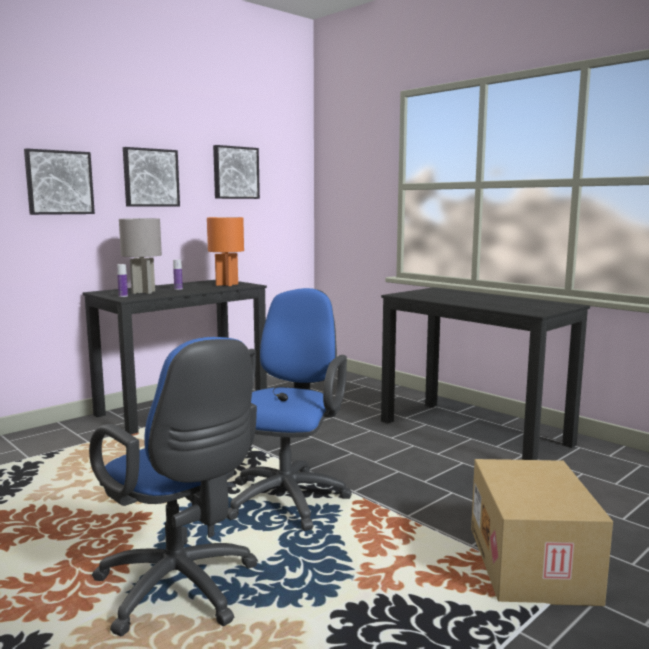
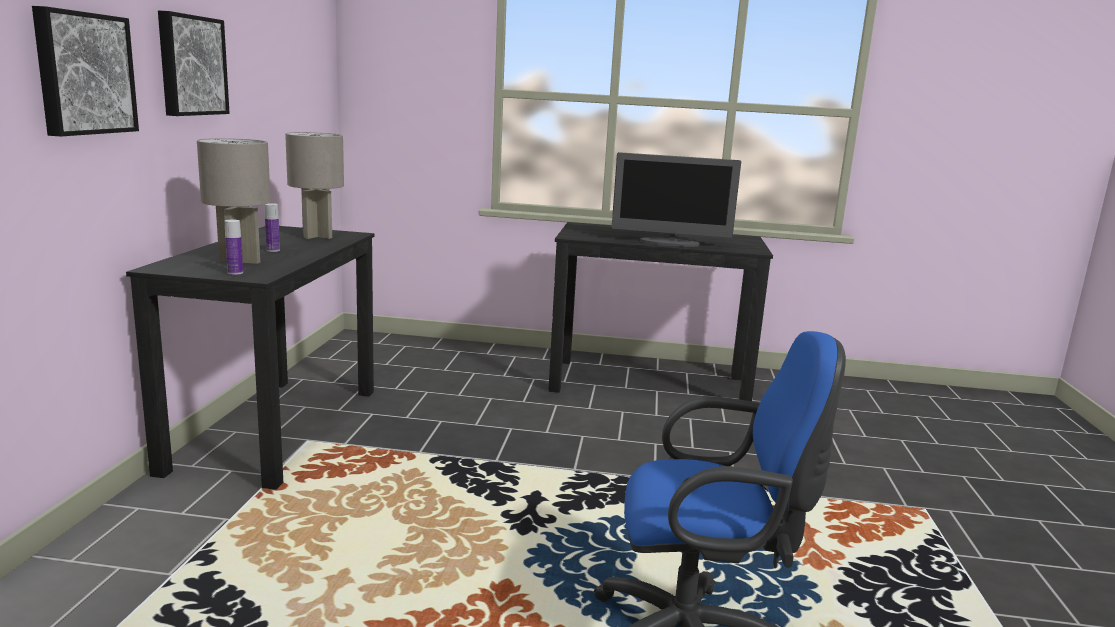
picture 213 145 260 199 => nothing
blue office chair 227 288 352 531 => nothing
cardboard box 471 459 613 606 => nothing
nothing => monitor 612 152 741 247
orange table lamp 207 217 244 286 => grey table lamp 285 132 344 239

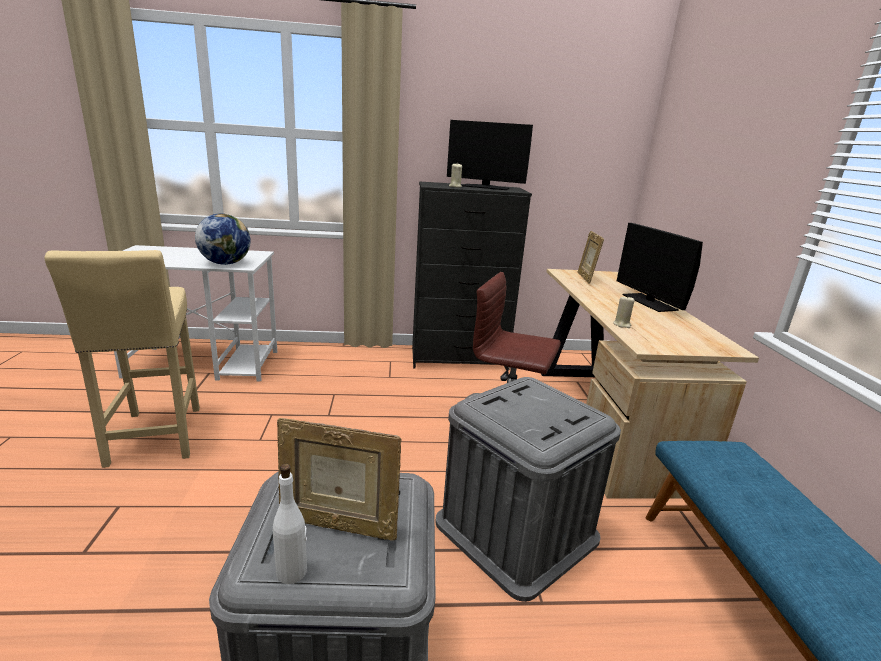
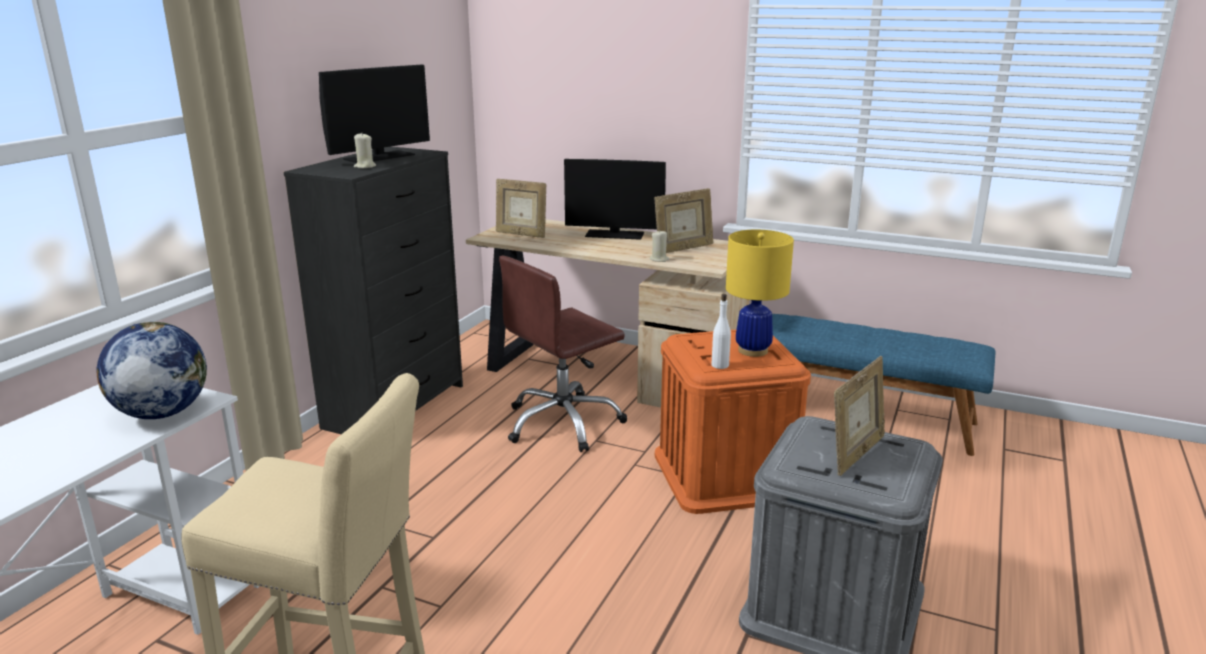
nothing => picture frame 654 188 713 253
nothing => yellow table lamp 726 230 794 357
white bottle 273 464 307 584 => white bottle 711 294 731 369, shifted
grey storage box 435 377 621 602 => orange storage box 655 330 811 514

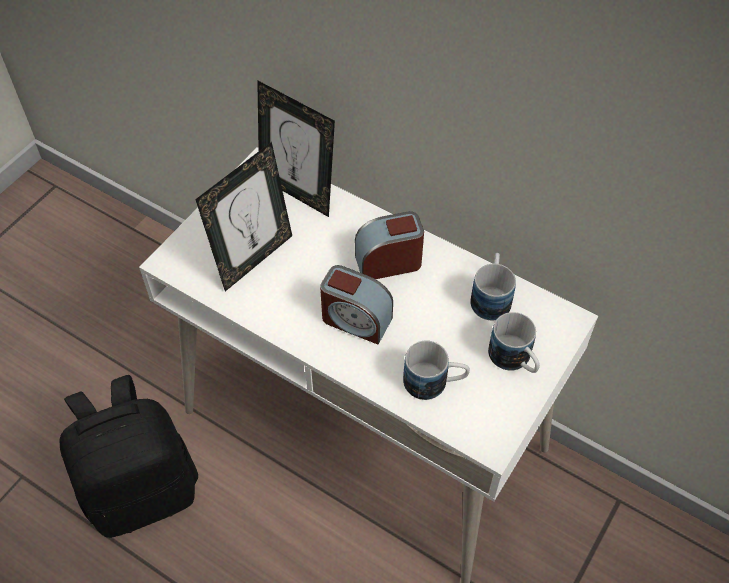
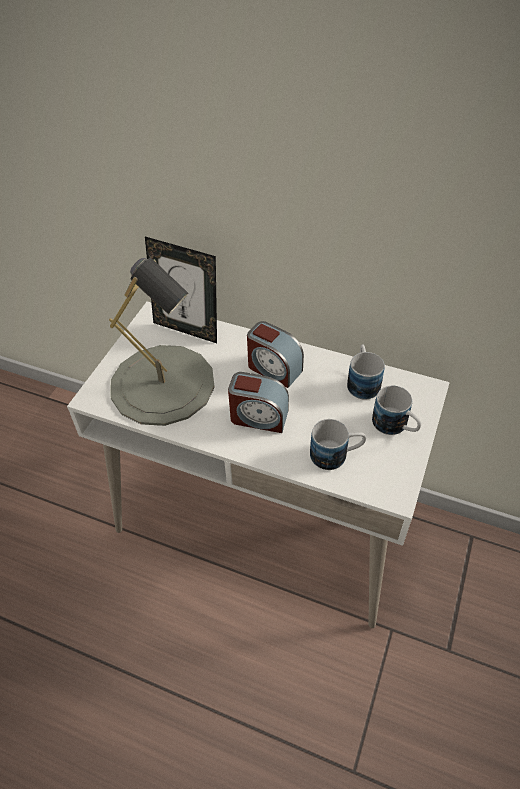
black backpack 60 375 198 538 => nothing
picture frame 195 142 292 291 => grey table lamp 109 258 215 426
alarm clock 355 211 424 279 => alarm clock 247 321 304 388, 120 degrees counterclockwise

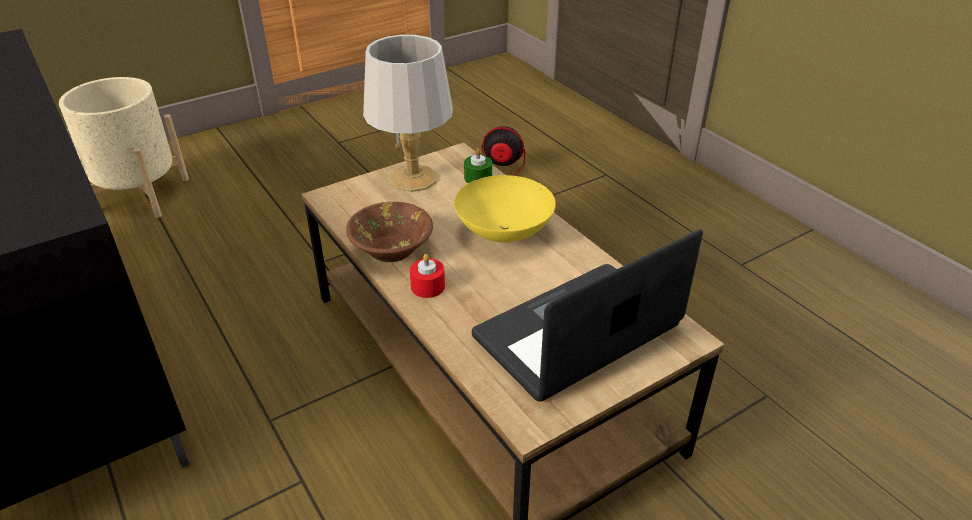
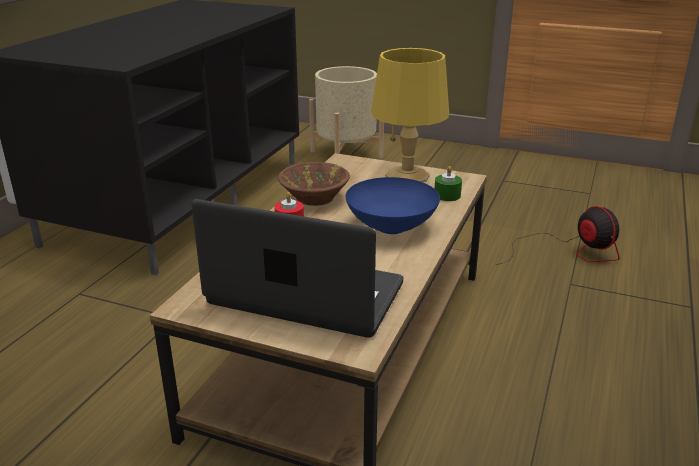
grey table lamp 363 35 453 192 => yellow table lamp 371 48 449 182
yellow bowl 454 175 556 243 => blue bowl 345 177 440 234

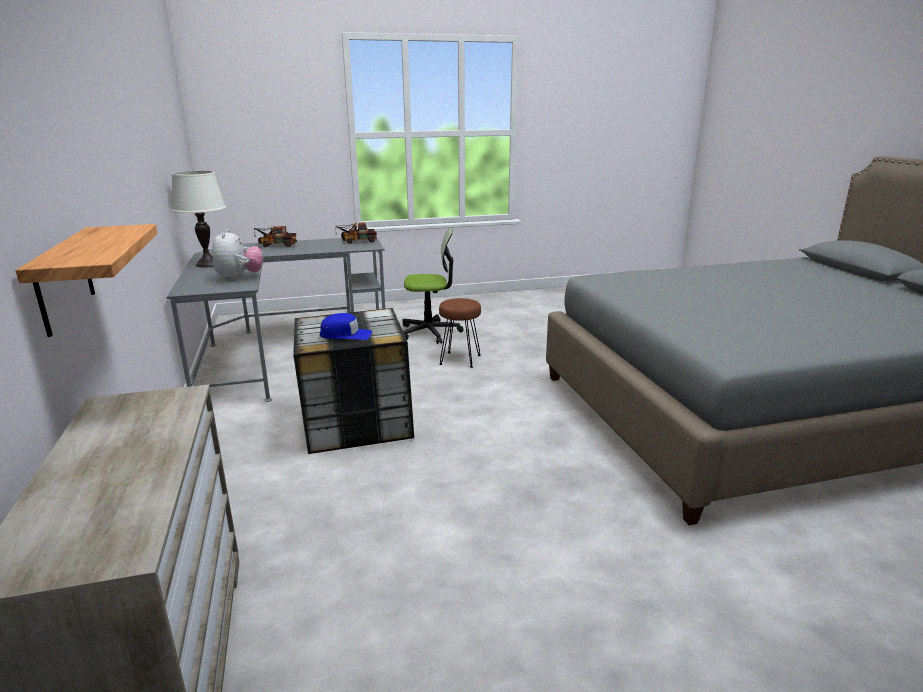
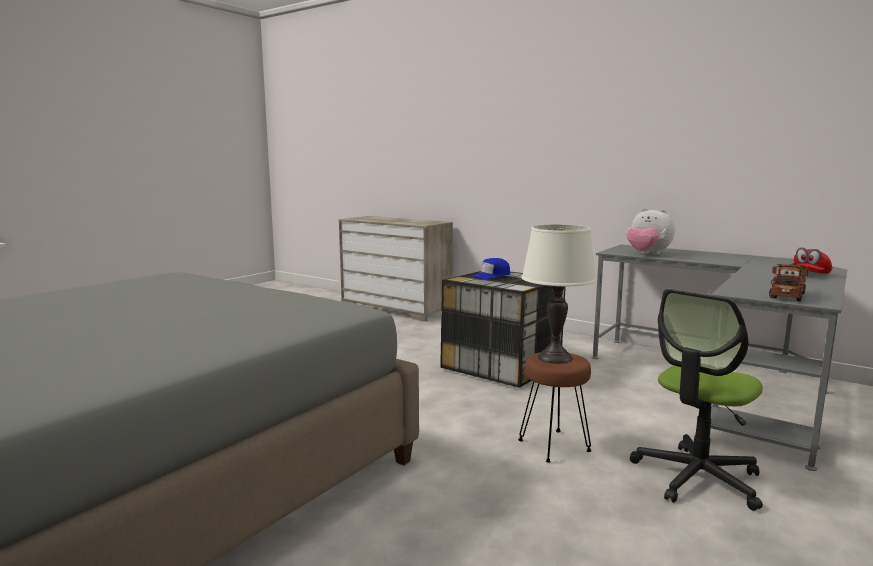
shelf 16 224 158 337 => nothing
white table lamp 172 171 226 267 => white table lamp 521 224 597 364, shifted
toy truck 254 226 297 247 => red cap 794 247 832 274

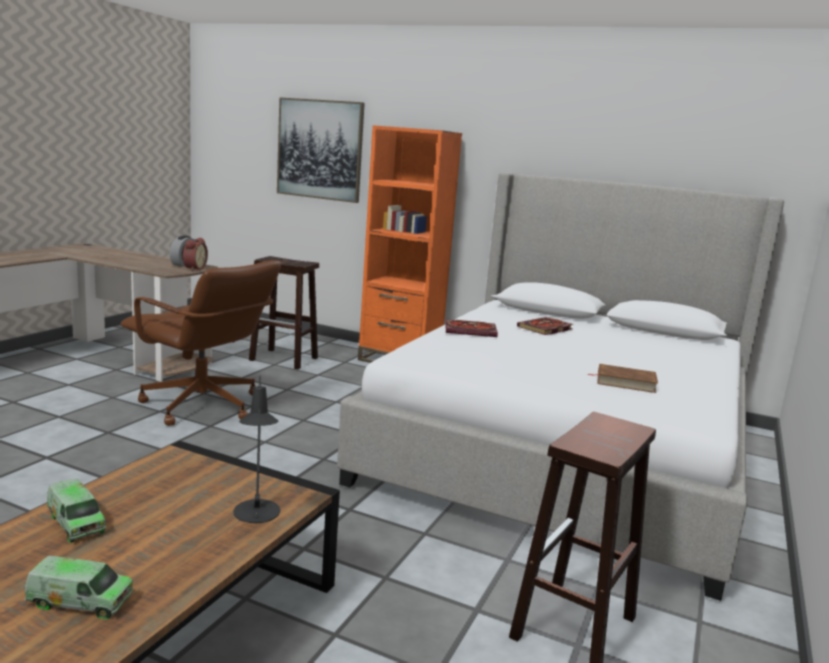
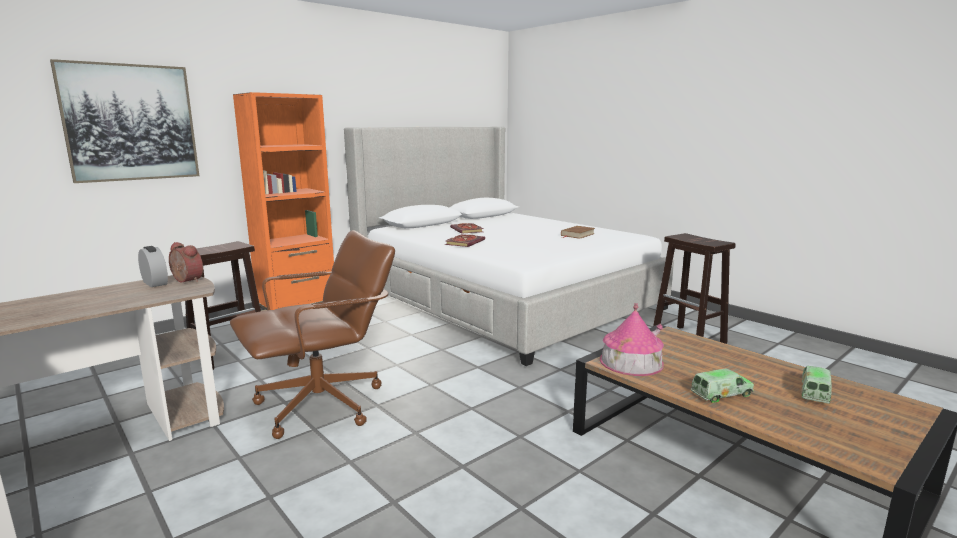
black table lamp 233 376 280 523 => nothing
nothing => toy house 600 303 664 376

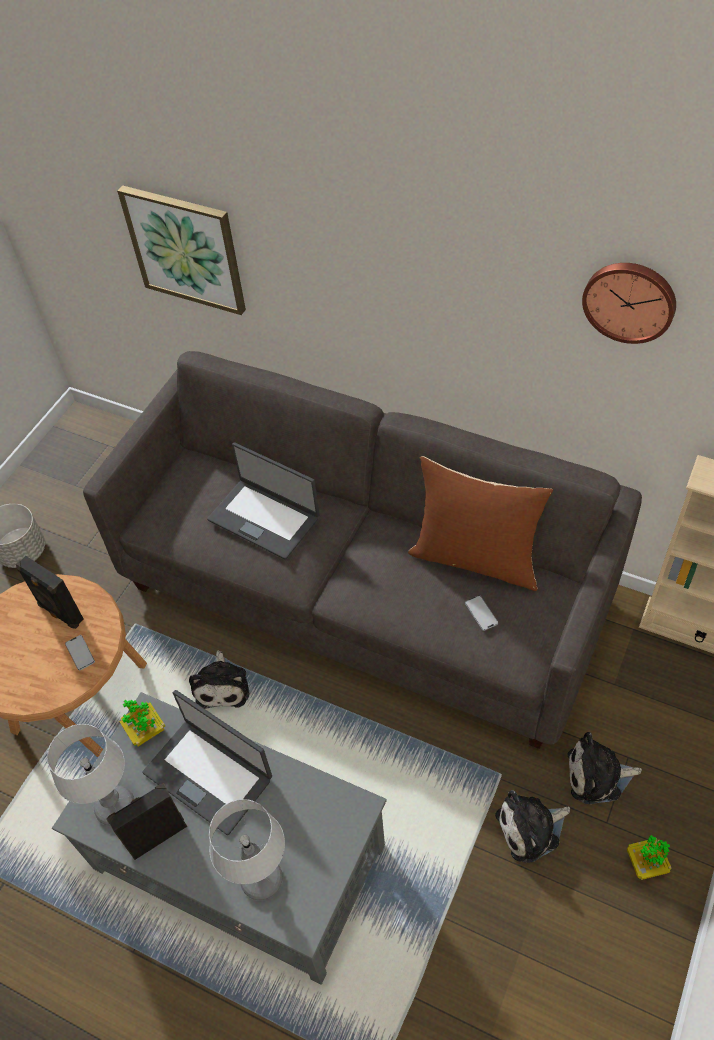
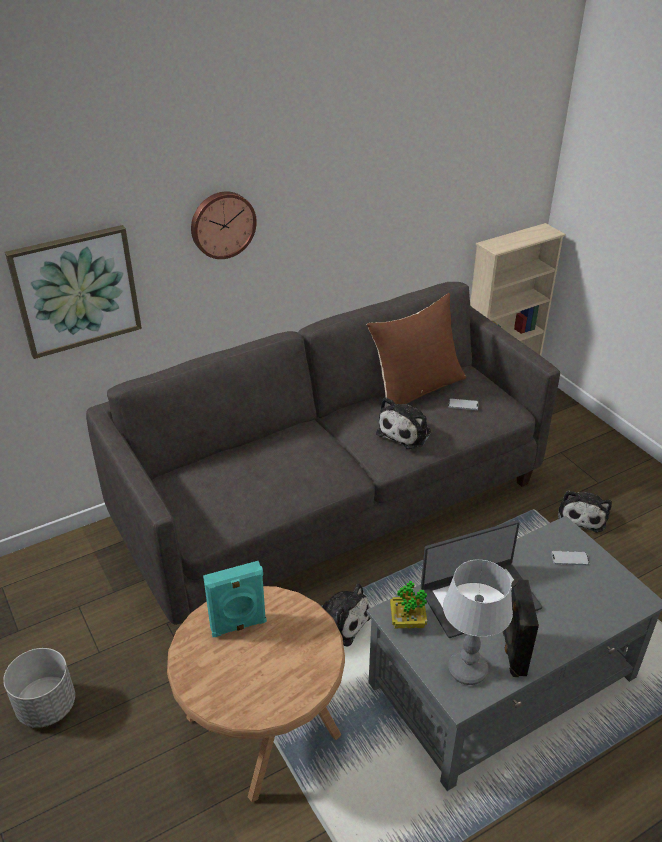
laptop 207 442 320 560 => nothing
table lamp 209 799 285 900 => nothing
potted plant 627 835 672 880 => nothing
phone 65 635 95 670 => phone 551 551 589 565, shifted
plush toy 567 732 642 804 => plush toy 376 397 431 449, shifted
wall clock 582 263 676 344 => wall clock 191 191 257 259, shifted
black speaker 16 556 84 629 => turquoise speaker 203 561 267 637

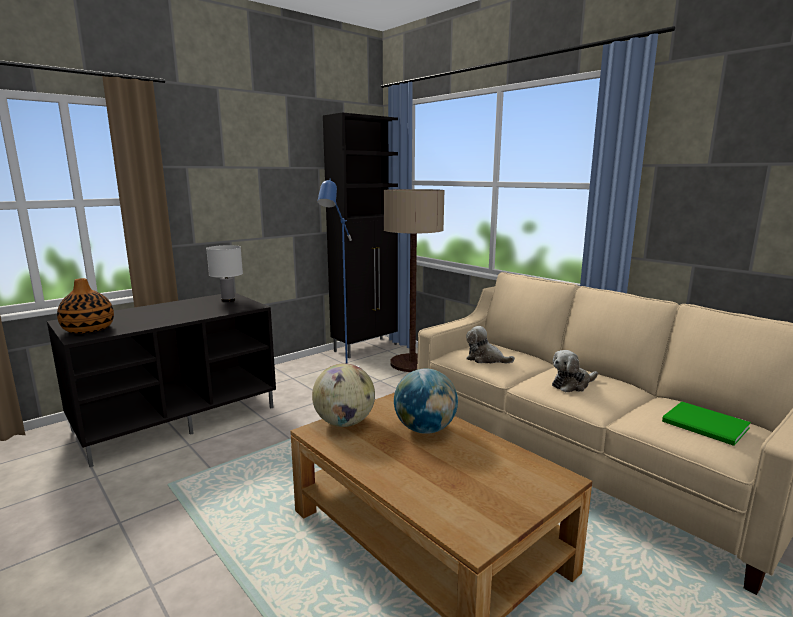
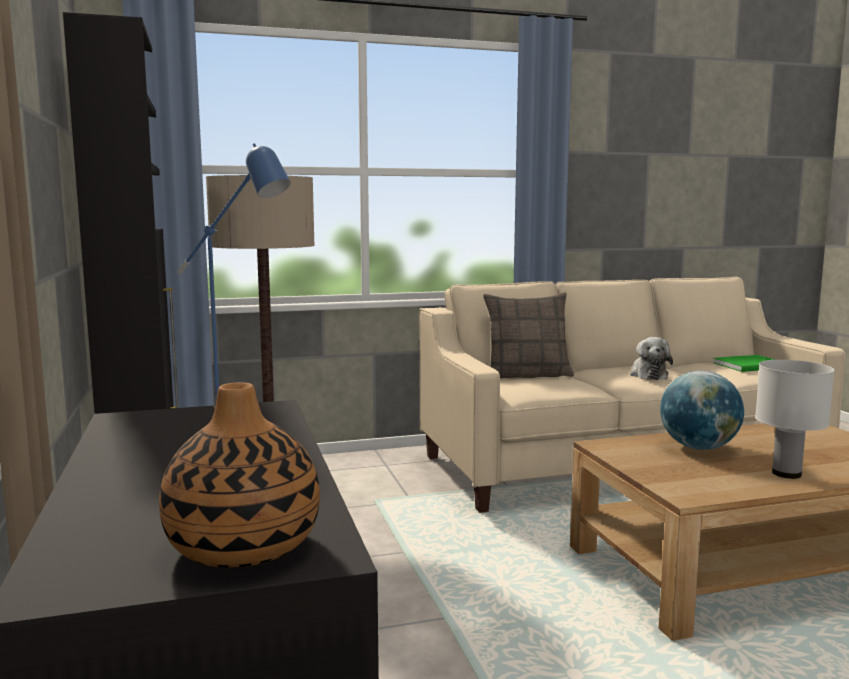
globe 312 363 375 427 => nothing
plush toy 466 326 515 363 => nothing
nothing => pillow 483 292 574 378
white table lamp 206 245 243 302 => white table lamp 755 360 835 479, shifted

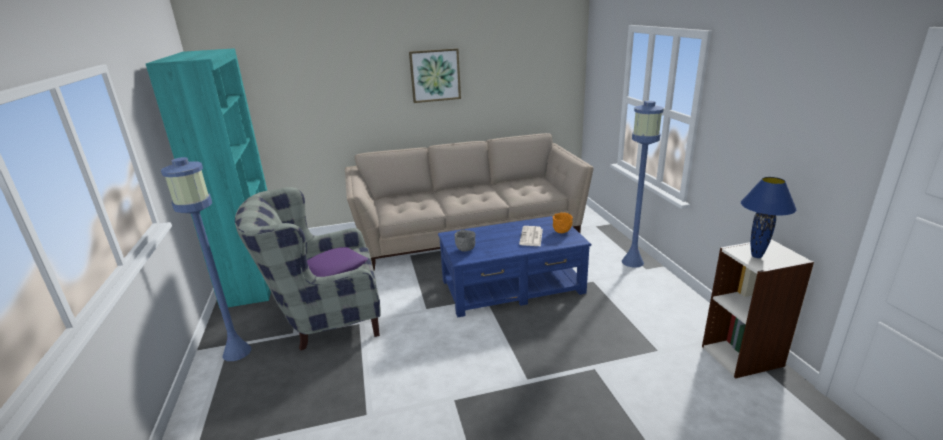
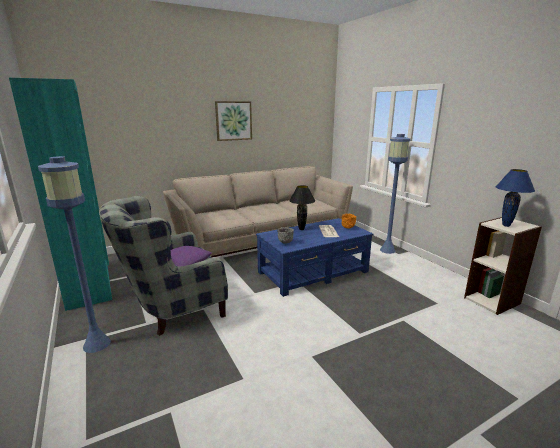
nothing => black table lamp 289 185 315 230

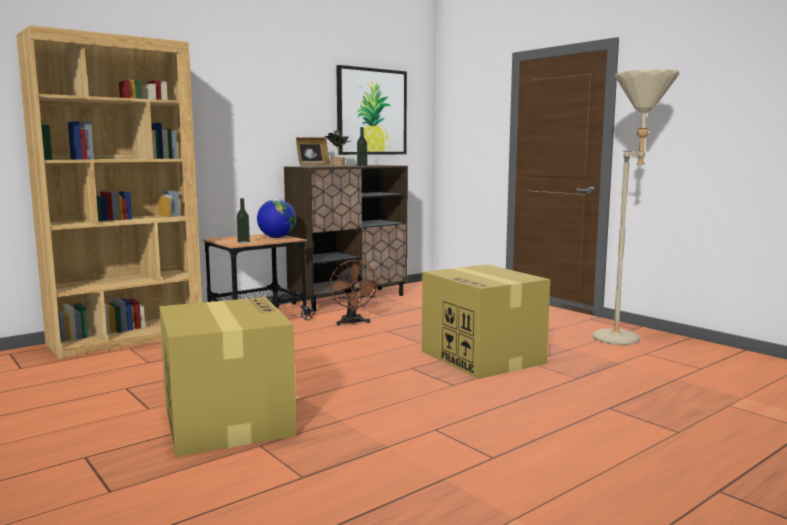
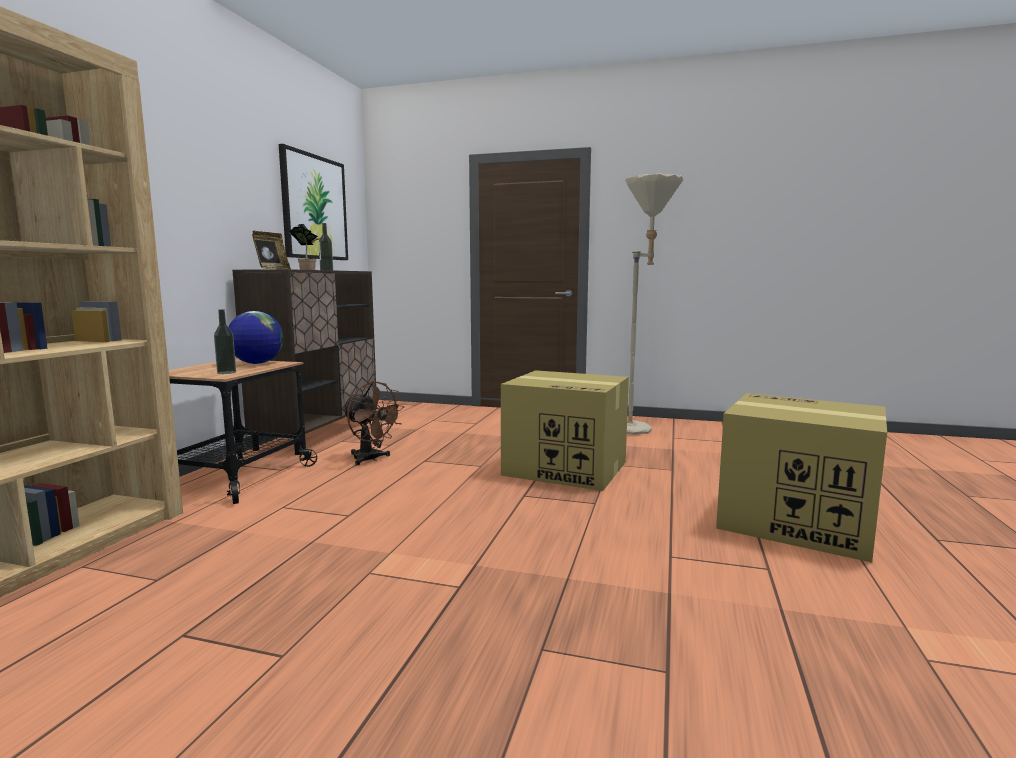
cardboard box 159 297 297 457 => cardboard box 716 393 887 563, shifted

